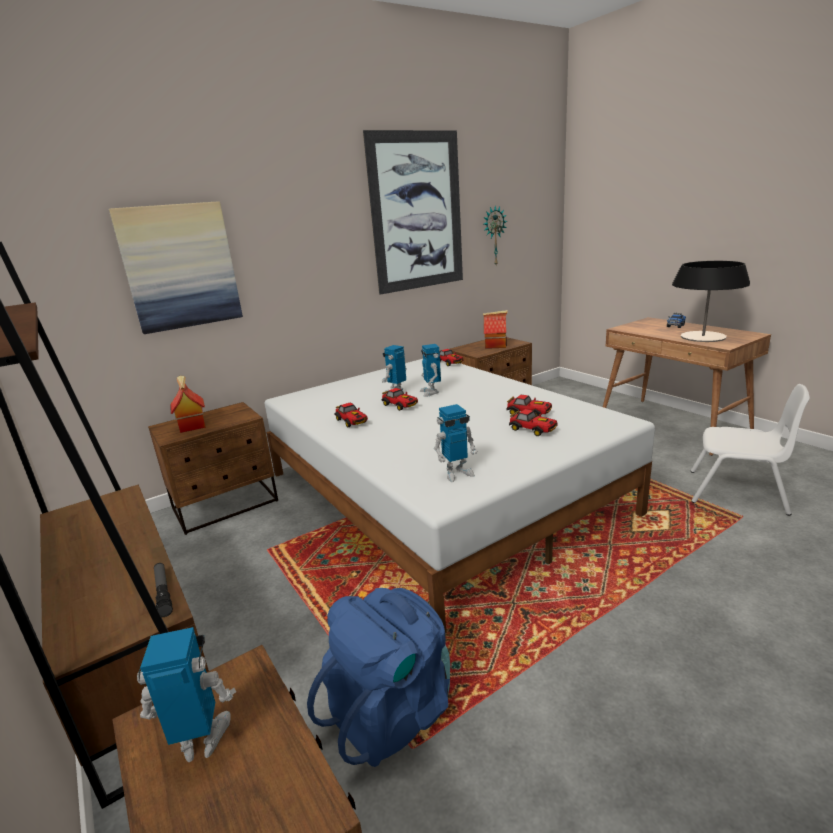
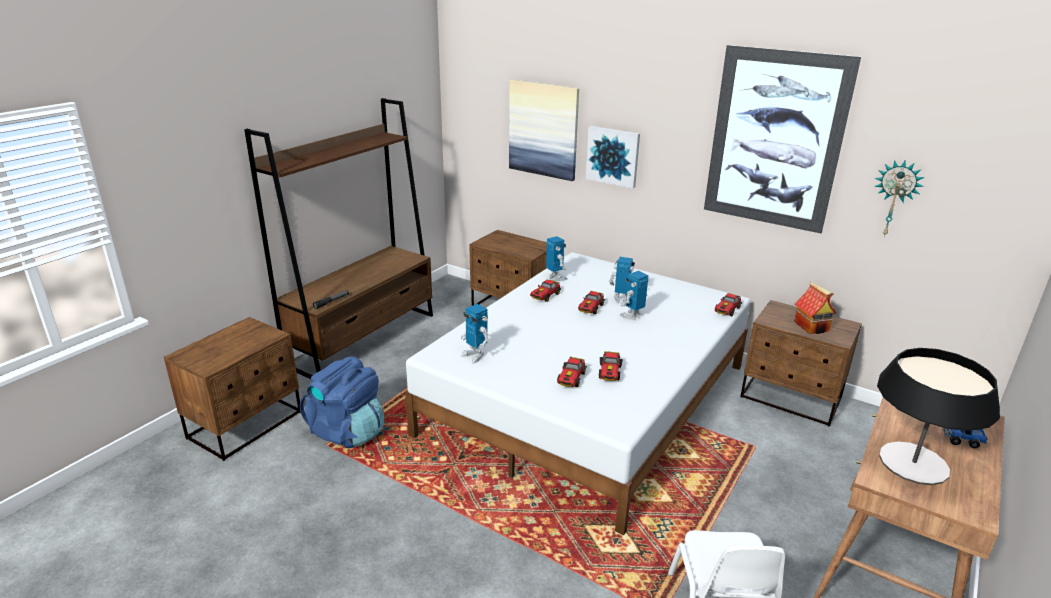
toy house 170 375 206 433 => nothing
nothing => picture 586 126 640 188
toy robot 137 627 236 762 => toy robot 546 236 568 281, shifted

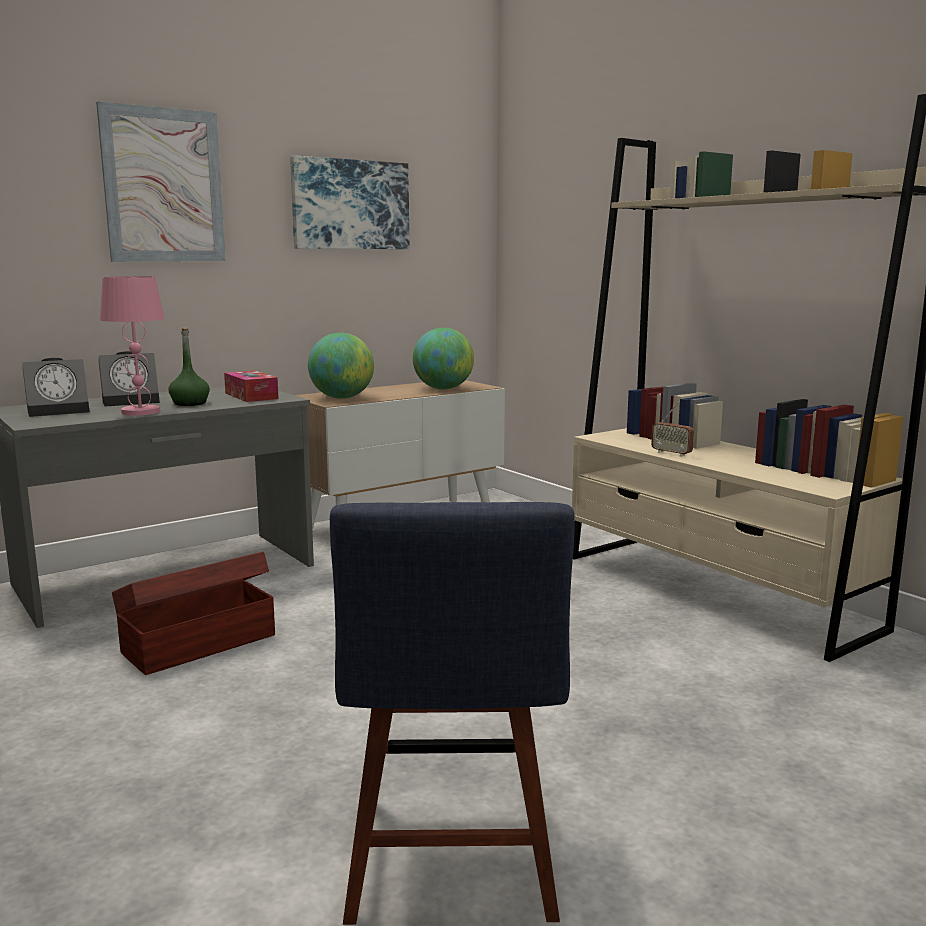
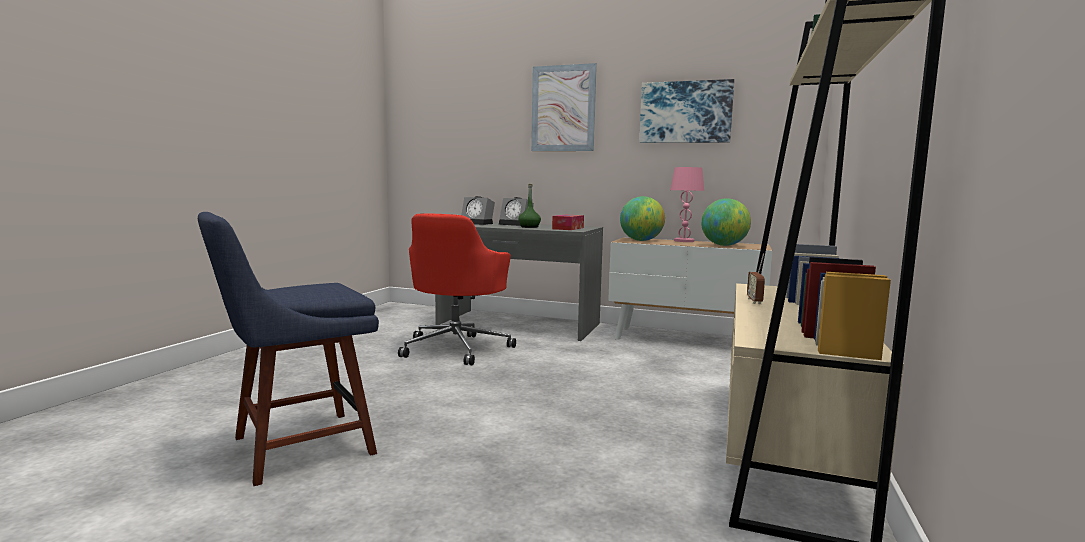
pink table lamp 100 276 165 416 => pink table lamp 670 167 704 242, shifted
brown storage box 112 552 275 675 => red office chair 398 213 516 365

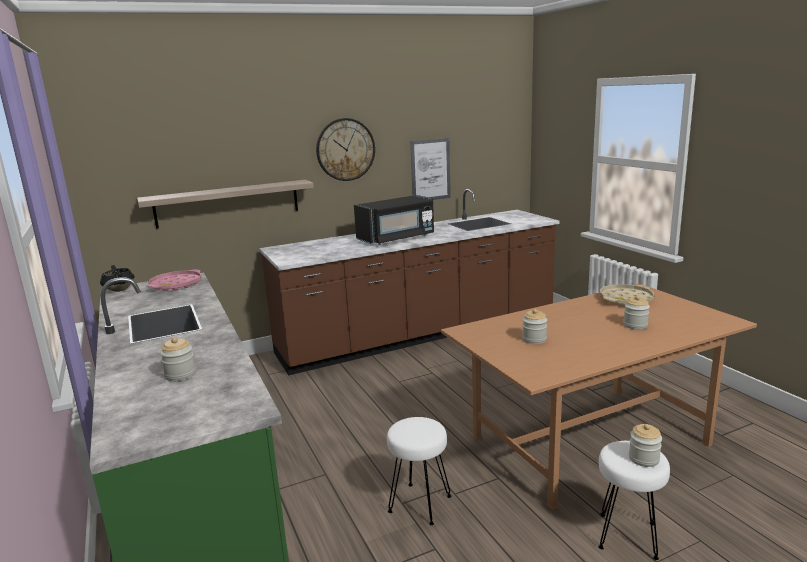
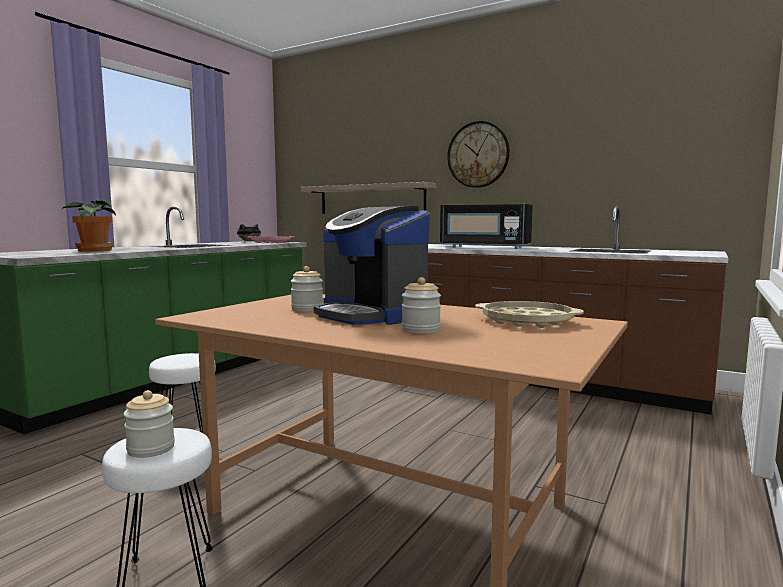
picture 410 138 451 200 => nothing
nothing => coffee machine 314 206 430 325
jar 160 337 196 381 => potted plant 61 201 116 252

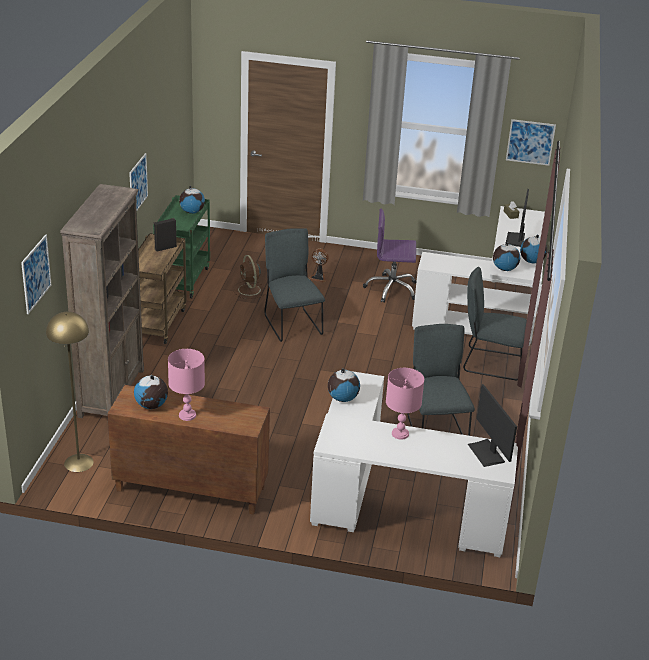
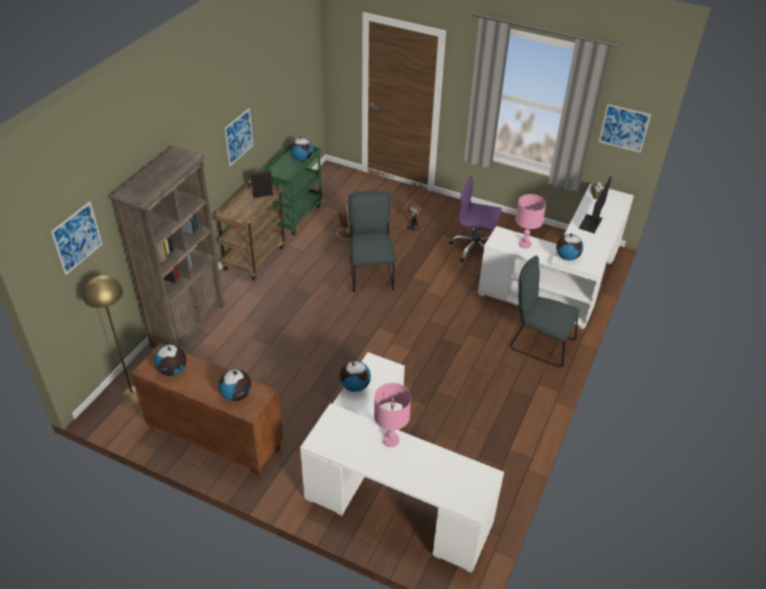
grey chair 407 324 475 436 => nothing
monitor 468 384 517 467 => nothing
pink table lamp 168 349 205 421 => pink table lamp 515 194 546 248, shifted
globe 520 235 547 263 => globe 219 369 251 401, shifted

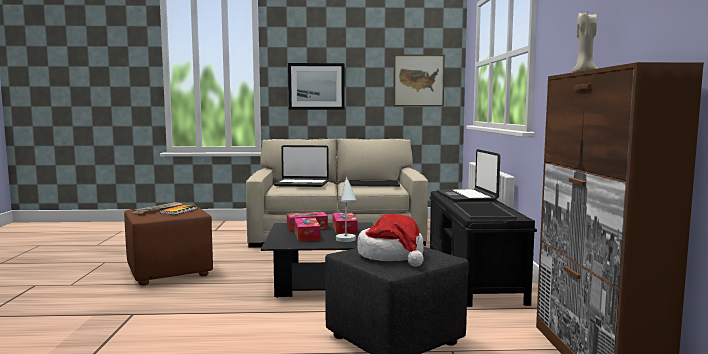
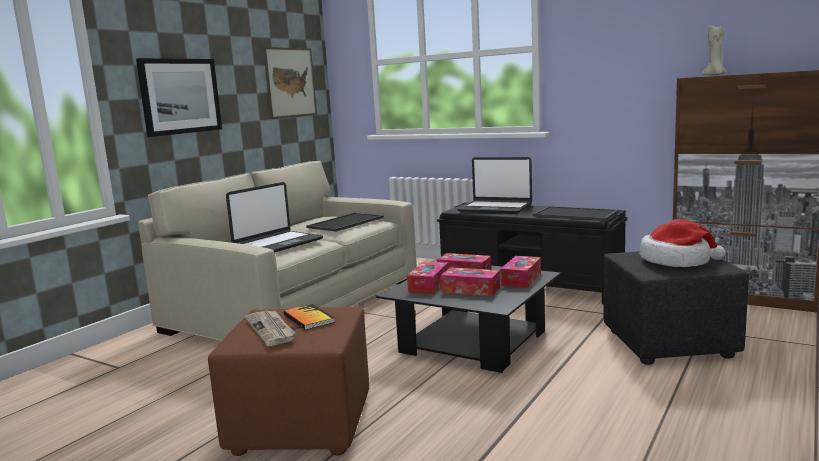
white table lamp 336 176 357 242 => tissue box 500 256 541 288

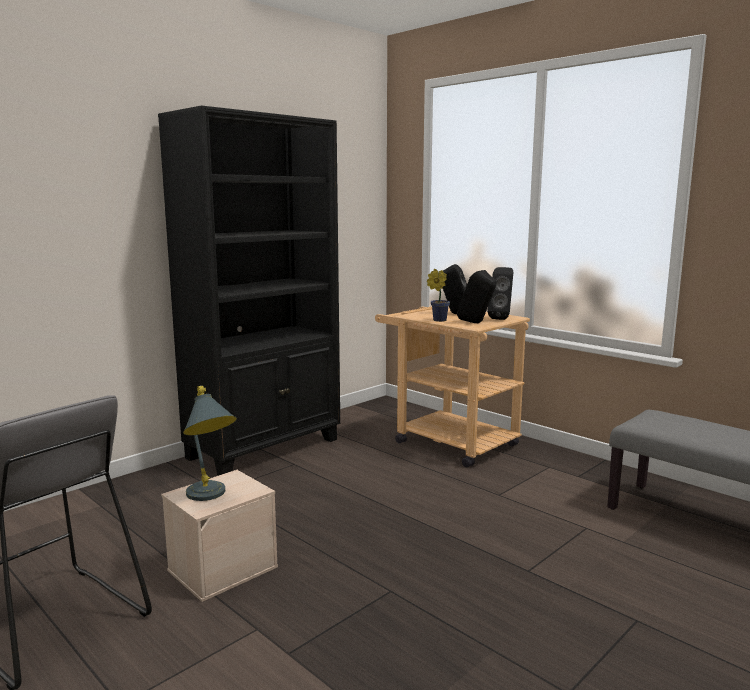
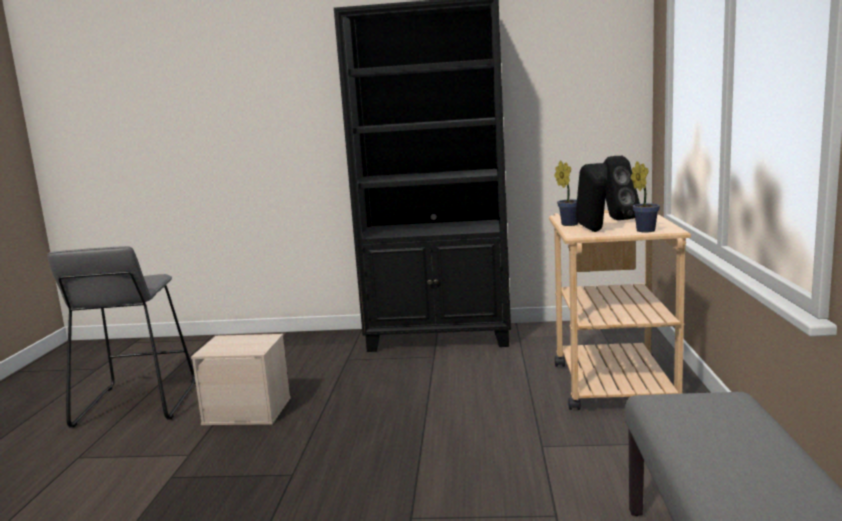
grey table lamp 183 386 237 501 => nothing
black speaker 488 267 513 320 => potted plant 630 161 660 232

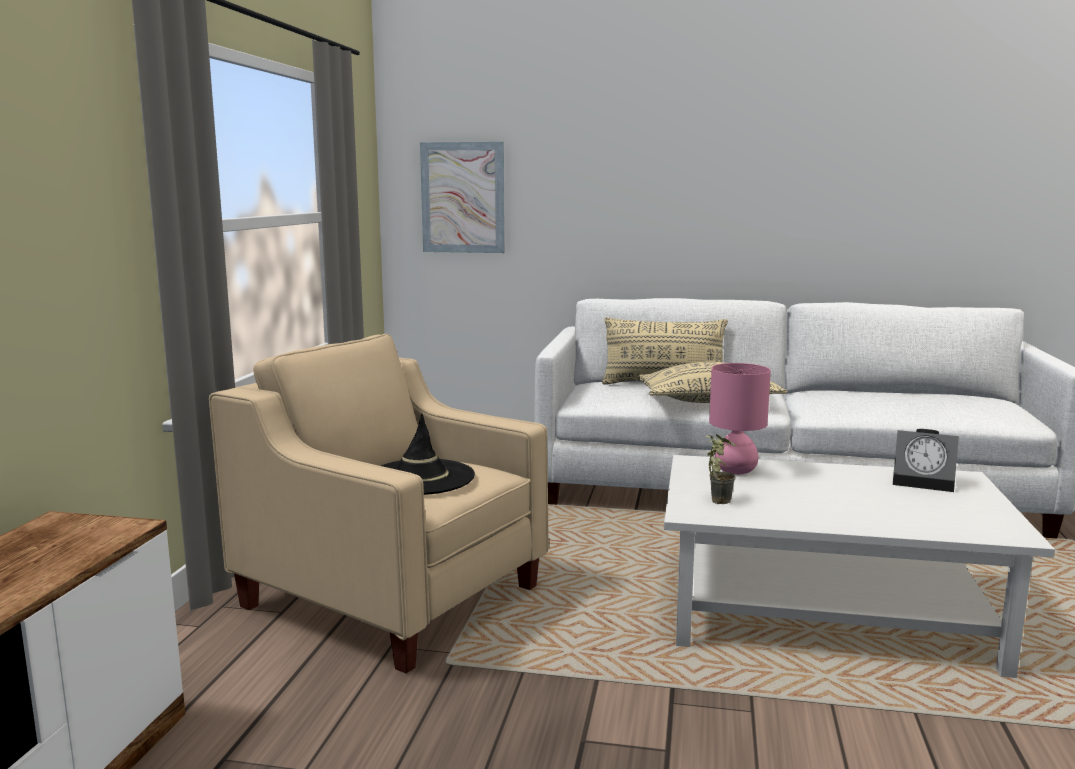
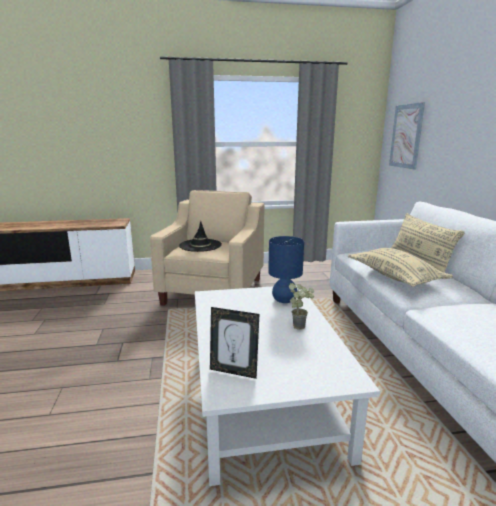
alarm clock 893 429 959 492 => nothing
nothing => picture frame 210 307 259 379
potted plant 705 434 736 504 => potted plant 289 283 314 330, shifted
pink table lamp 709 363 771 475 => blue table lamp 268 236 304 303

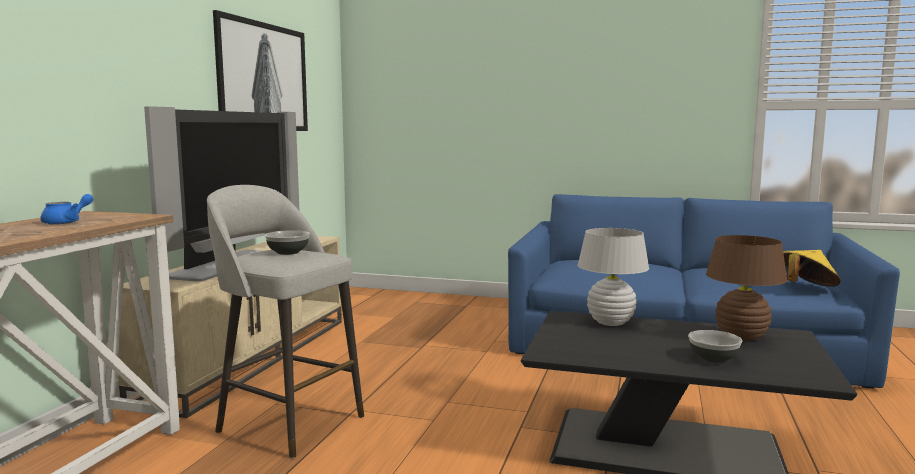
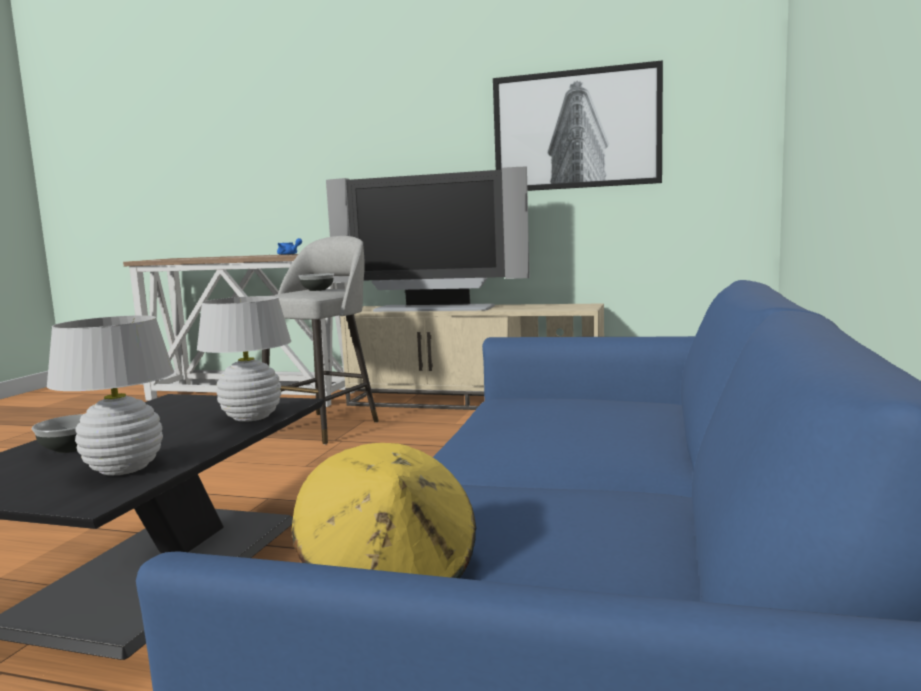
brown table lamp 706 235 787 341 => white table lamp 46 315 174 476

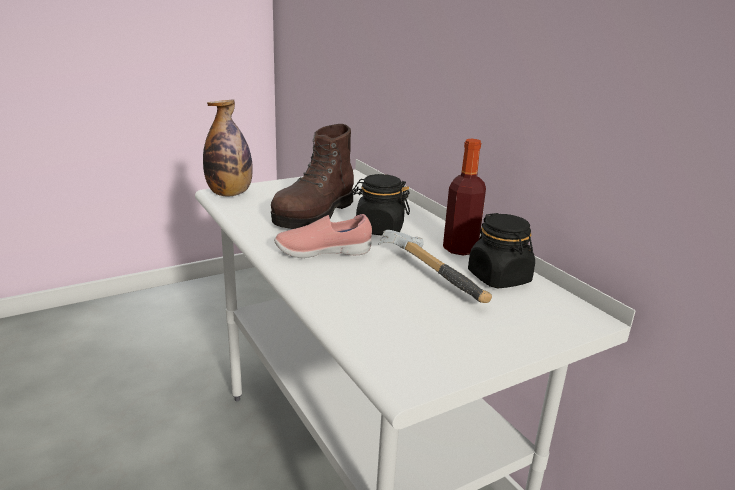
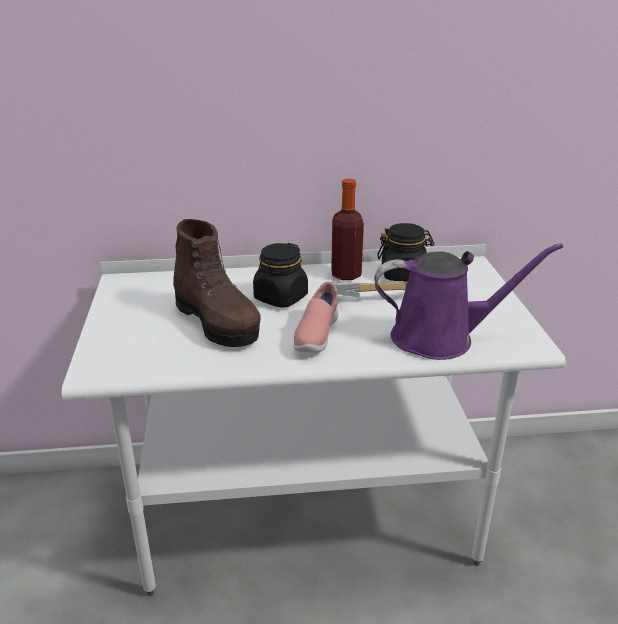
bottle 203 99 253 196 => nothing
nothing => purple watering can 374 243 563 360

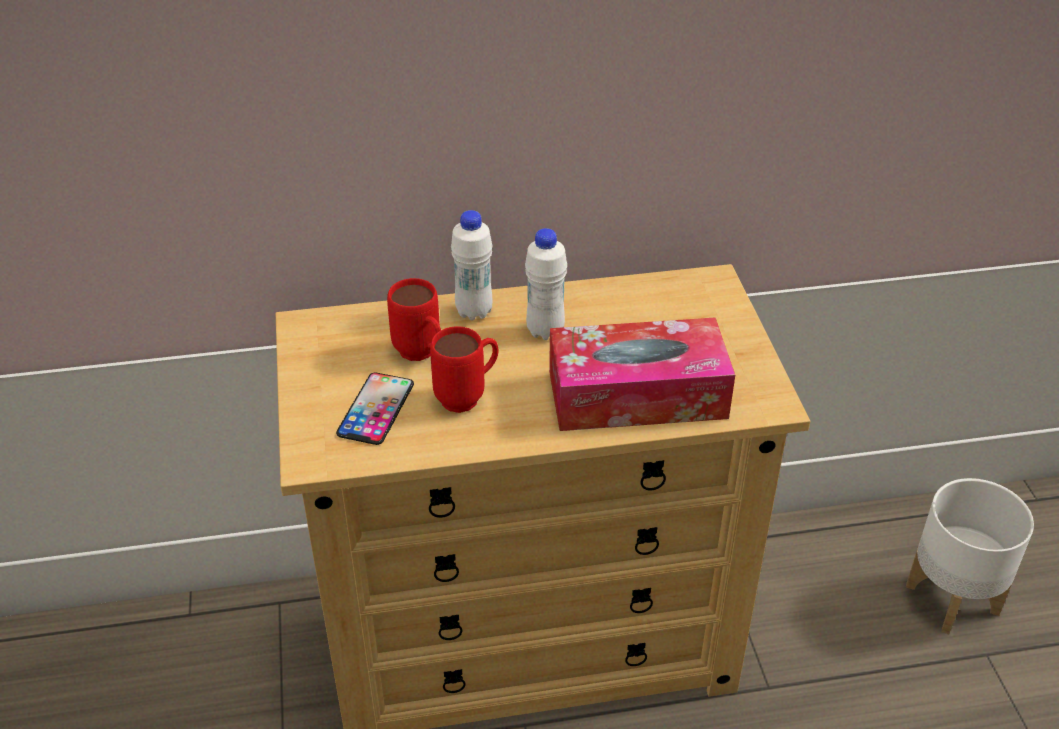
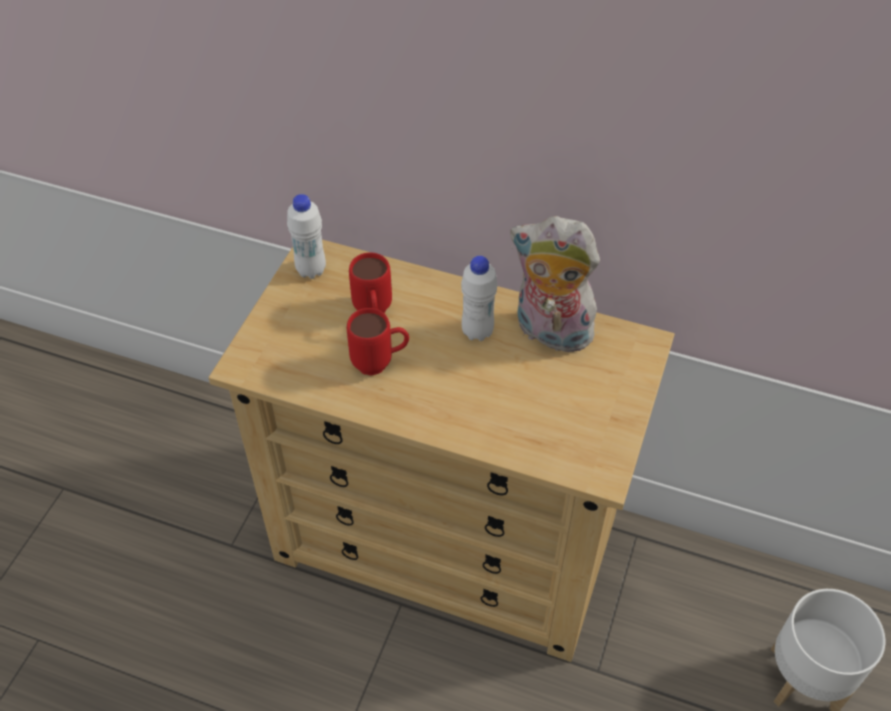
phone 336 372 414 445 => nothing
tissue box 549 318 735 431 => nothing
nothing => plush toy 510 216 600 356
white bottle 451 210 492 321 => white bottle 287 194 326 279, shifted

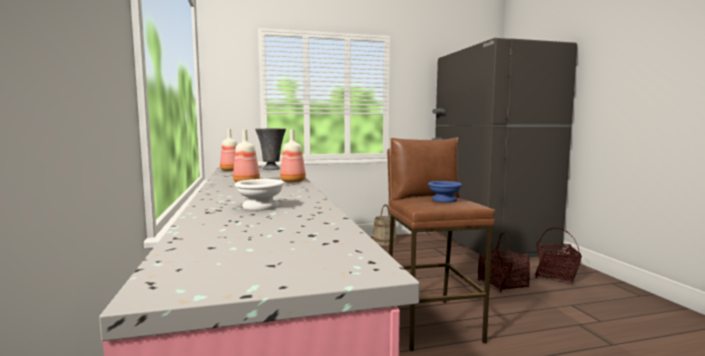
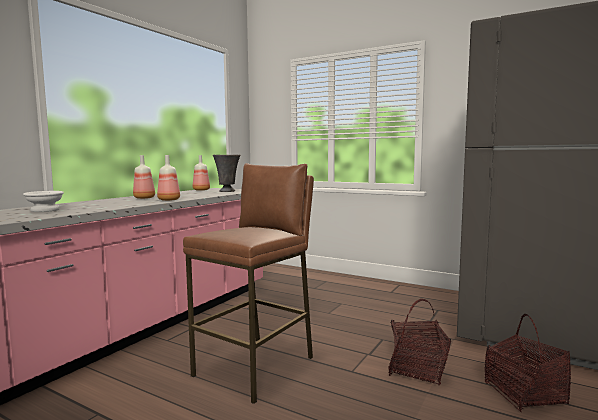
beige bucket 373 204 397 246 => nothing
blue bowl 428 181 462 202 => nothing

